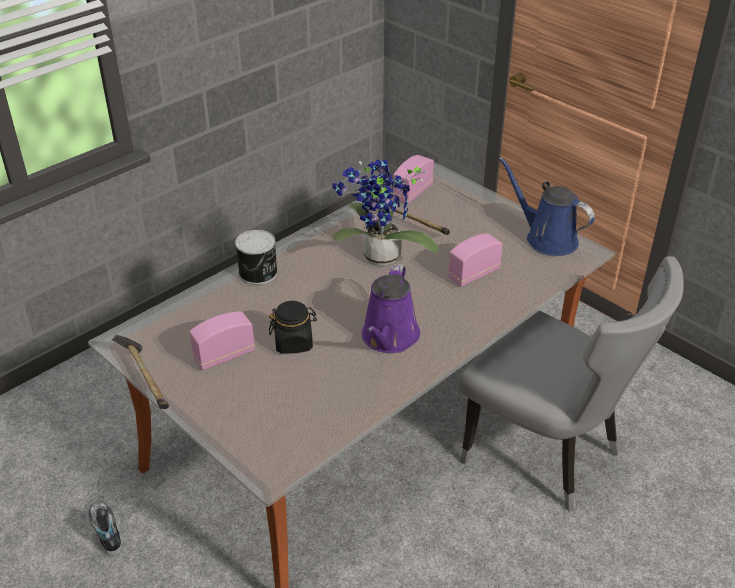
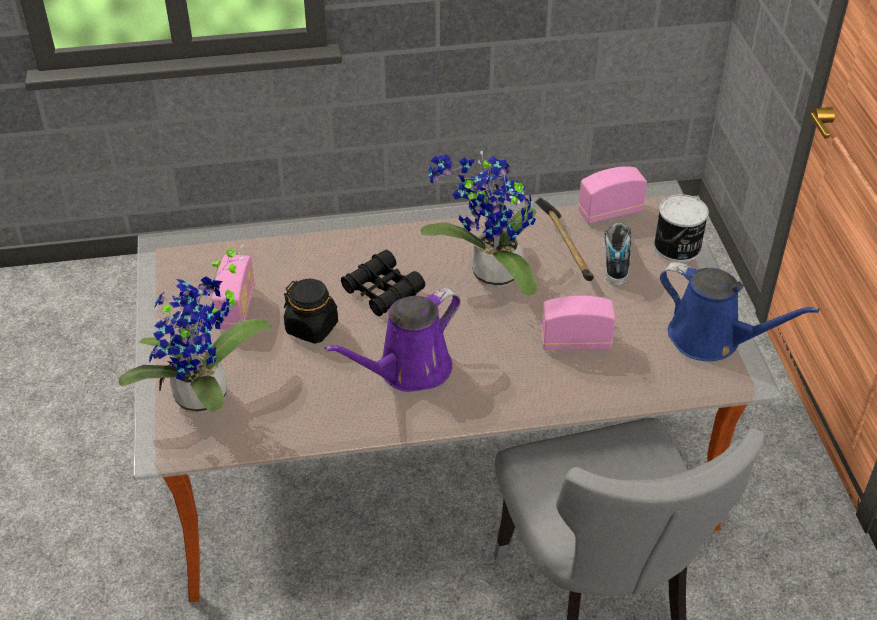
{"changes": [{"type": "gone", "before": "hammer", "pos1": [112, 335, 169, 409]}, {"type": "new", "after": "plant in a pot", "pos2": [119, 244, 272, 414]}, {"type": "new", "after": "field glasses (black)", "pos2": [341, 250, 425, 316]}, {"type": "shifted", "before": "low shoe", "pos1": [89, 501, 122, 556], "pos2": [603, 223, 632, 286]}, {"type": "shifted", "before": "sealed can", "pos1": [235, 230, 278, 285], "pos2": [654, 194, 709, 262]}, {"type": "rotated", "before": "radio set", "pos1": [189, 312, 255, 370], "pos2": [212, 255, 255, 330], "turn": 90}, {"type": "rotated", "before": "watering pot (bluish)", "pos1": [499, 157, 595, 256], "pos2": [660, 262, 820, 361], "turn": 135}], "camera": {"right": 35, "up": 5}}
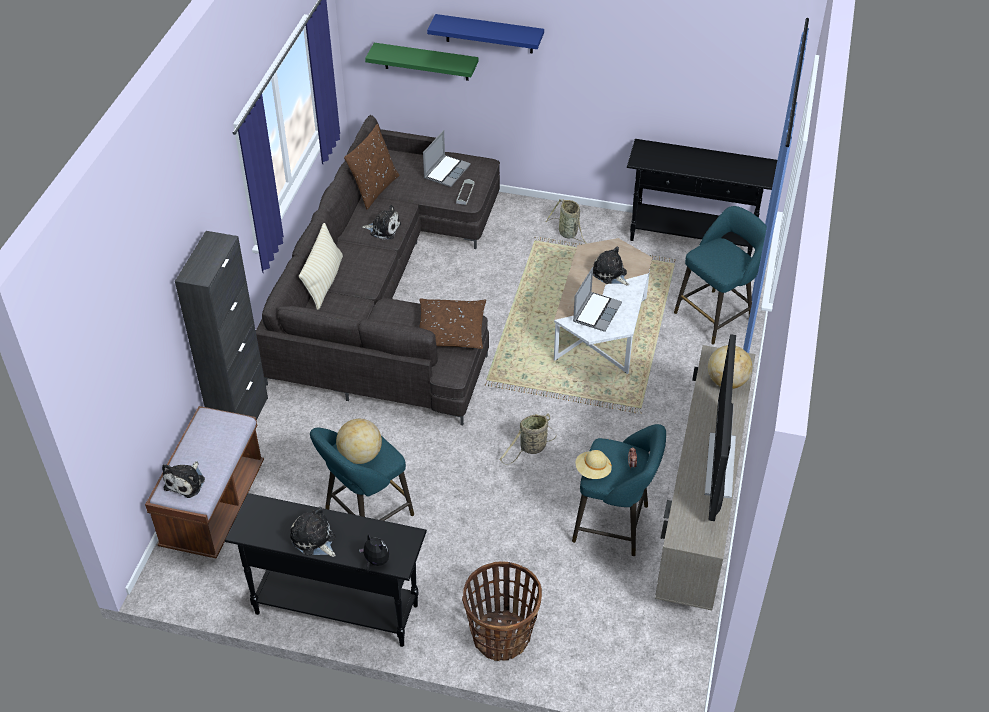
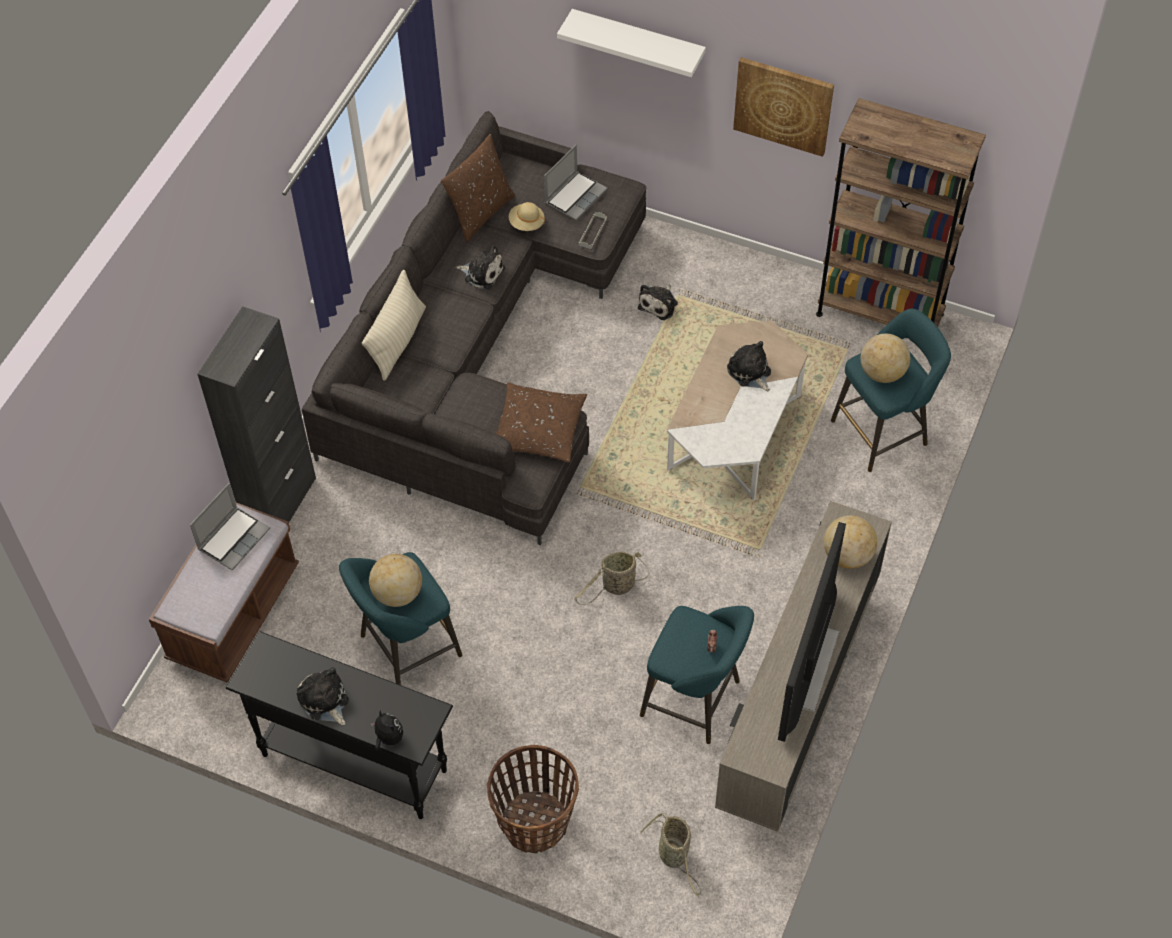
{"changes": [{"type": "gone", "before": "bracket shelf (greenish)", "pos1": [365, 43, 479, 81]}, {"type": "new", "after": "wall art", "pos2": [733, 57, 834, 157]}, {"type": "new", "after": "globe", "pos2": [861, 334, 910, 383]}, {"type": "shifted", "before": "cuddly toy", "pos1": [162, 461, 205, 498], "pos2": [638, 284, 678, 320]}, {"type": "shifted", "before": "storage basket", "pos1": [545, 199, 587, 244], "pos2": [640, 813, 701, 896]}, {"type": "shifted", "before": "laptop", "pos1": [573, 267, 622, 332], "pos2": [190, 483, 270, 571]}, {"type": "shifted", "before": "wearable hat (sand-coloured)", "pos1": [576, 450, 612, 479], "pos2": [509, 202, 545, 231]}, {"type": "swapped", "before": "console table (black)", "after": "bookshelf (brown-coloured)", "pos1": [627, 139, 777, 256], "pos2": [816, 98, 986, 327]}, {"type": "repainted", "before": "bracket shelf (bluish)", "after": "bracket shelf (white)", "pos1": [427, 14, 544, 54], "pos2": [557, 9, 706, 77]}], "camera": {"right": 10, "up": 10}}
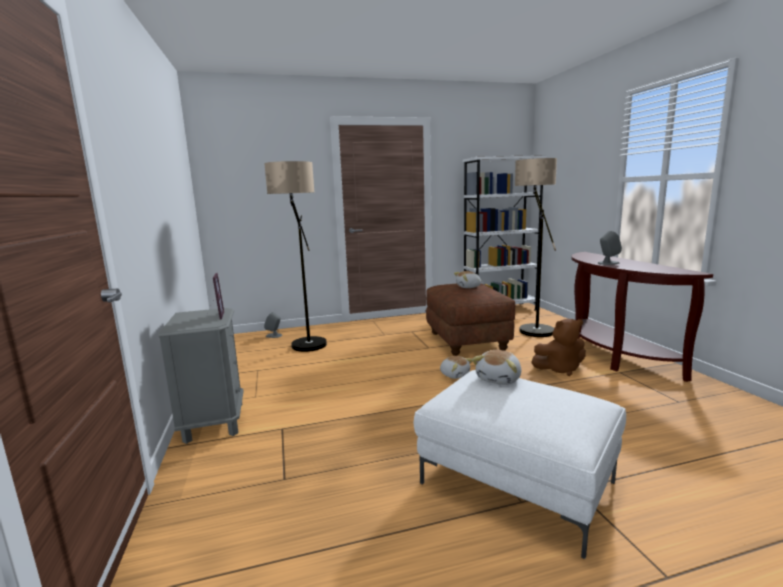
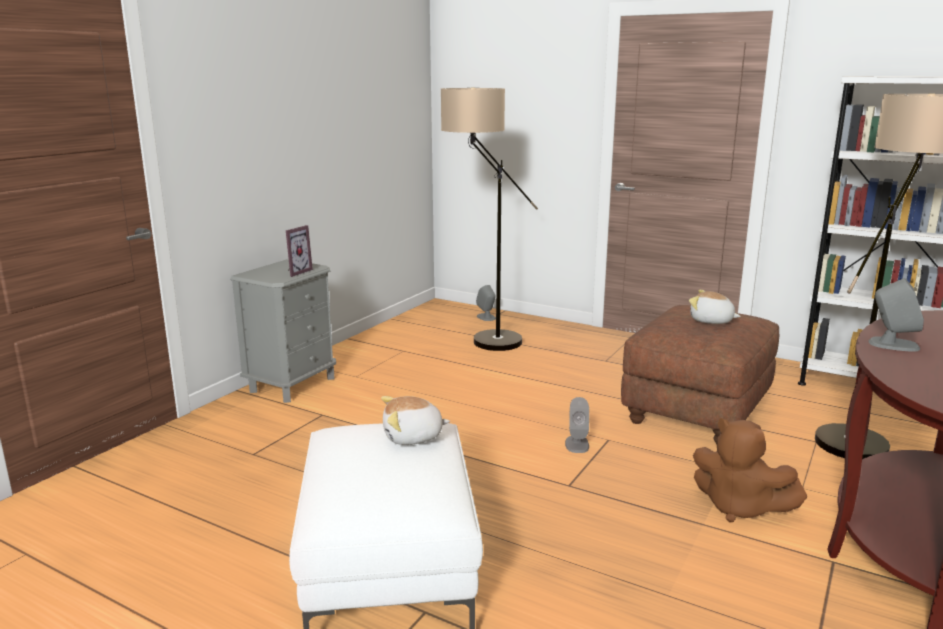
{"changes": [{"type": "swapped", "before": "cuddly toy", "after": "loudspeaker (grey)", "pos1": [440, 356, 473, 379], "pos2": [565, 397, 589, 453]}], "camera": {"right": 45, "up": 5}}
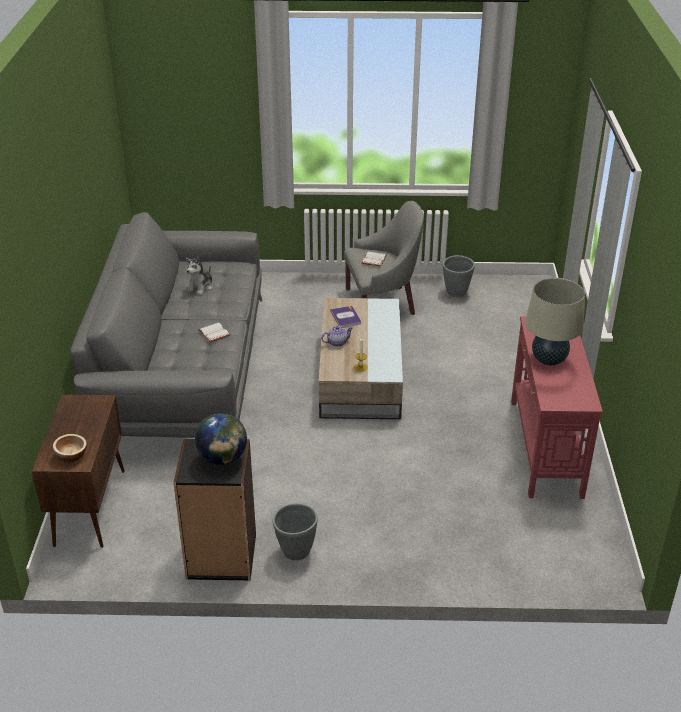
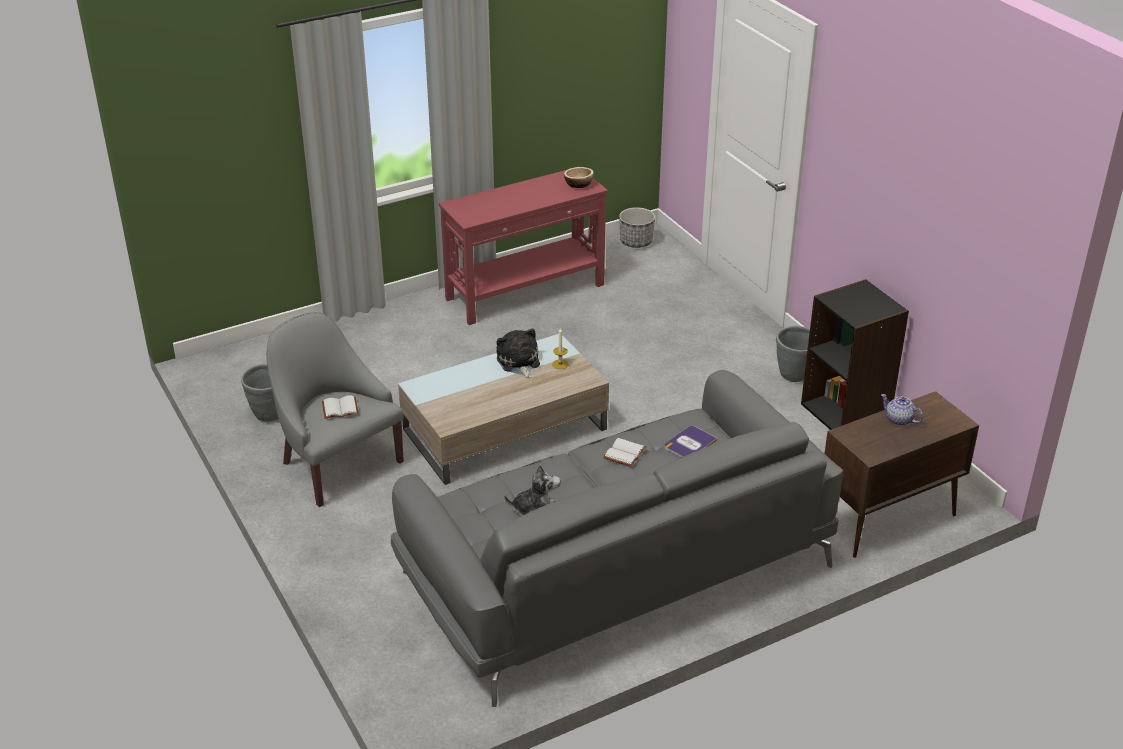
{"changes": [{"type": "gone", "before": "globe", "pos1": [195, 413, 247, 465]}, {"type": "gone", "before": "table lamp (sand-coloured)", "pos1": [525, 278, 585, 365]}, {"type": "new", "after": "cuddly toy", "pos2": [496, 328, 540, 379]}, {"type": "new", "after": "planter", "pos2": [619, 207, 655, 248]}, {"type": "shifted", "before": "deep dish", "pos1": [53, 434, 87, 462], "pos2": [564, 167, 594, 188]}, {"type": "shifted", "before": "tea pot", "pos1": [322, 326, 353, 347], "pos2": [881, 394, 923, 426]}, {"type": "shifted", "before": "volume", "pos1": [330, 306, 361, 327], "pos2": [664, 426, 717, 458]}], "camera": {"right": -120, "up": 0}}
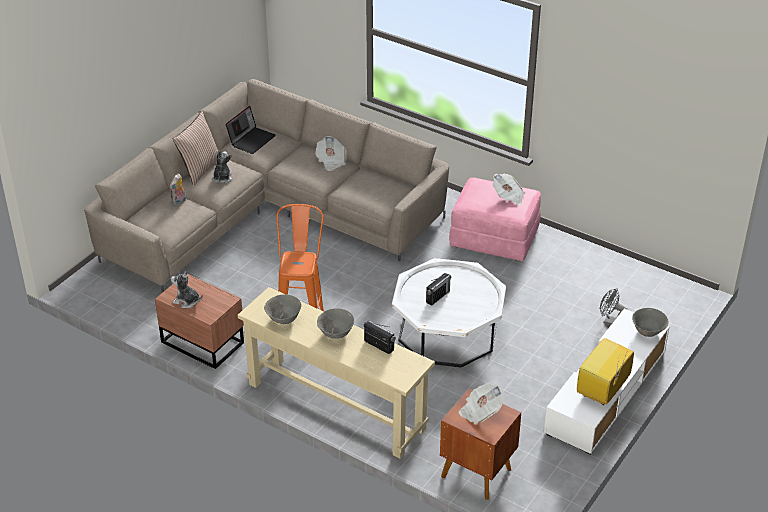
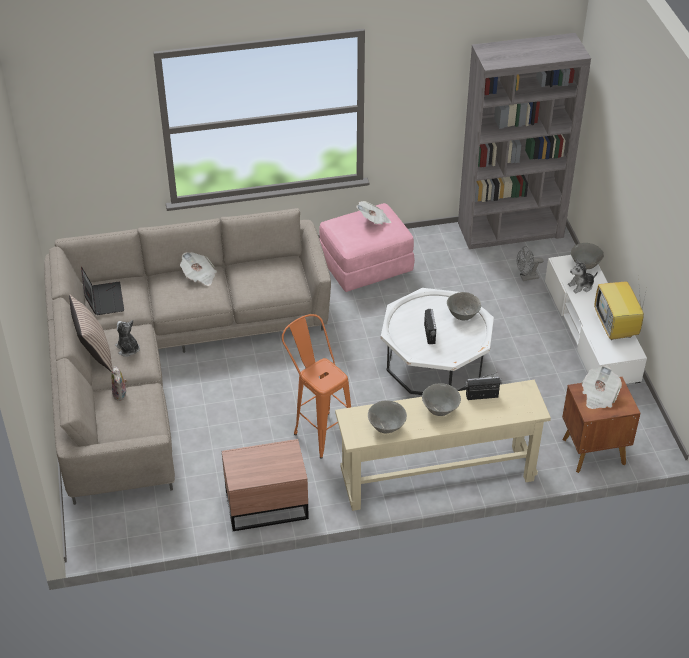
{"changes": [{"type": "new", "after": "deep dish (grey)", "pos2": [447, 292, 481, 320]}, {"type": "new", "after": "bookshelf (grey)", "pos2": [458, 33, 591, 249]}, {"type": "shifted", "before": "cuddly toy", "pos1": [171, 270, 203, 308], "pos2": [568, 259, 598, 293]}], "camera": {"right": -45, "up": 5}}
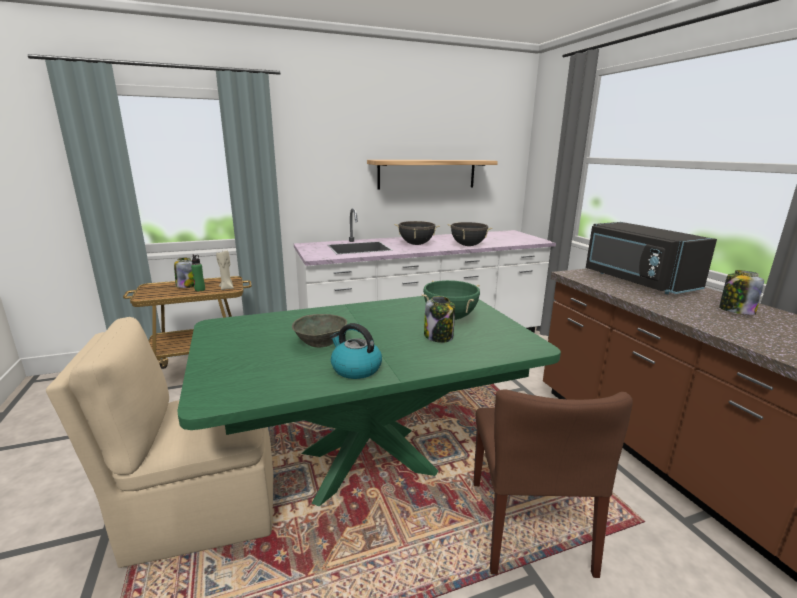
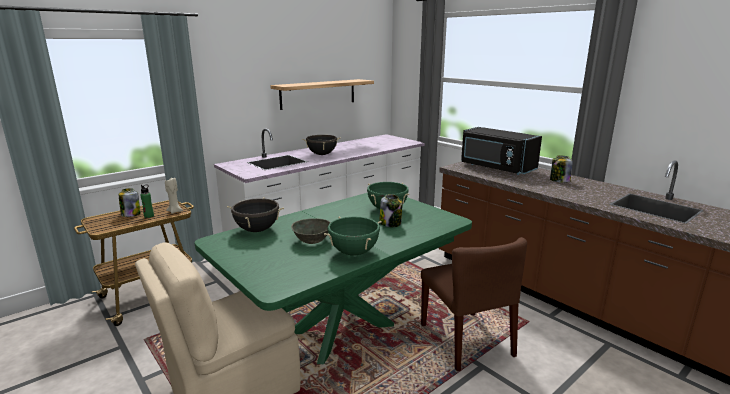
{"changes": [{"type": "shifted", "before": "cooking pot (black)", "pos1": [447, 222, 492, 246], "pos2": [227, 197, 284, 232]}, {"type": "swapped", "before": "water kettle", "after": "cooking pot (greenish)", "pos1": [330, 323, 382, 379], "pos2": [324, 217, 382, 256]}], "camera": {"right": -20, "up": 0}}
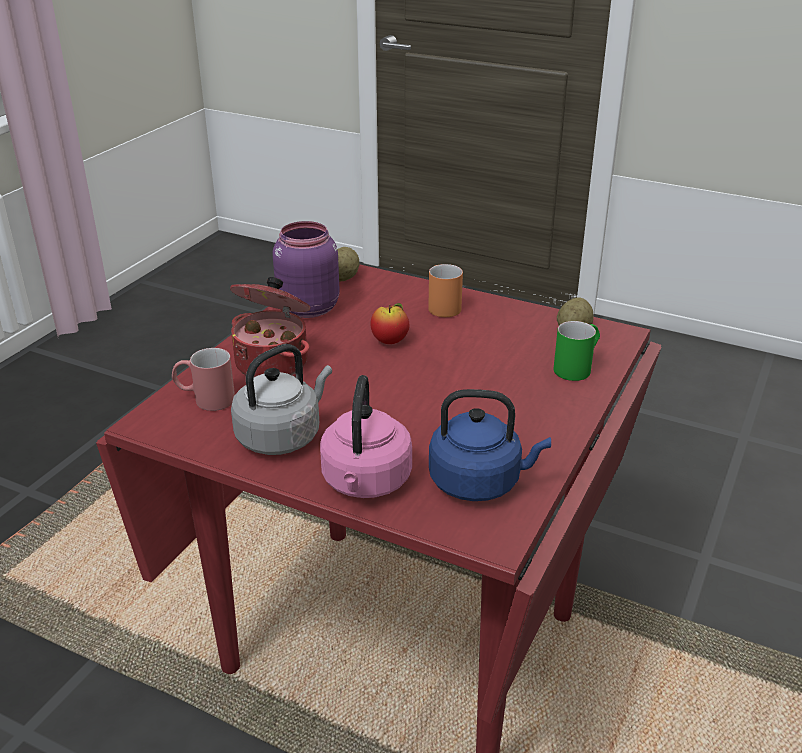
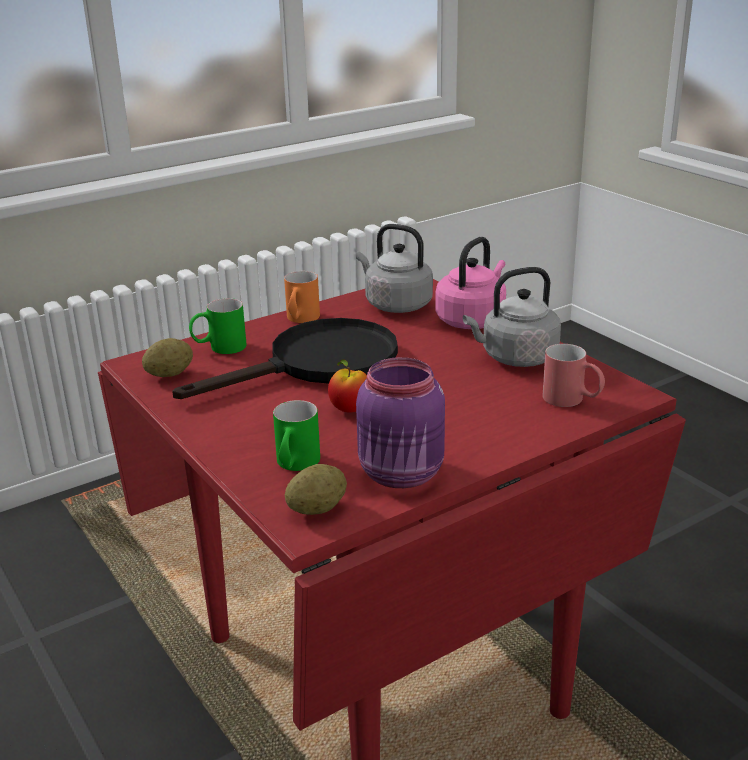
{"changes": [{"type": "gone", "before": "cooking pot", "pos1": [230, 277, 311, 377]}, {"type": "new", "after": "frying pan (black)", "pos2": [172, 318, 398, 399]}, {"type": "new", "after": "tea mug (greenish)", "pos2": [273, 400, 320, 471]}, {"type": "shifted", "before": "tea mug (orange)", "pos1": [428, 264, 463, 317], "pos2": [284, 271, 320, 323]}, {"type": "repainted", "before": "water kettle (bluish)", "after": "water kettle (grey)", "pos1": [429, 389, 551, 501], "pos2": [356, 224, 433, 313]}], "camera": {"right": -150, "up": -5}}
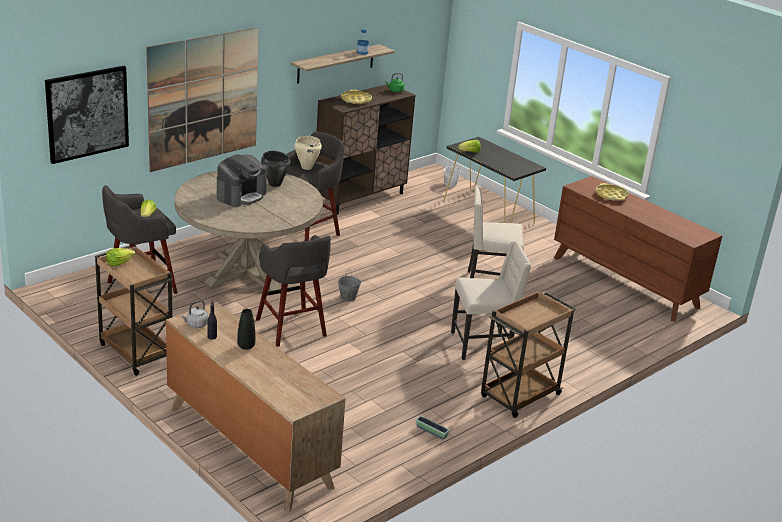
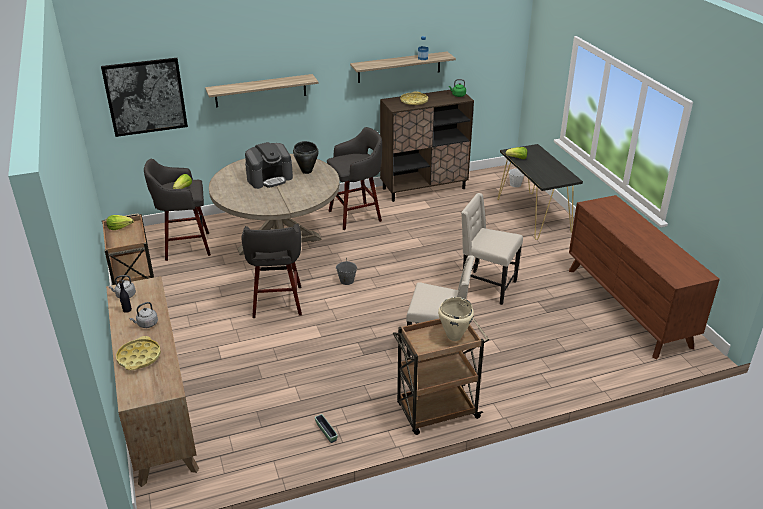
{"changes": [{"type": "shifted", "before": "cooking pot (sand-coloured)", "pos1": [295, 136, 322, 170], "pos2": [438, 297, 474, 341]}, {"type": "shifted", "before": "serving tray (yellow-coloured)", "pos1": [596, 183, 629, 201], "pos2": [116, 336, 161, 370]}, {"type": "swapped", "before": "wall art", "after": "bracket shelf", "pos1": [146, 28, 259, 172], "pos2": [205, 74, 319, 107]}, {"type": "swapped", "before": "flower vase (black)", "after": "water kettle (grey)", "pos1": [237, 309, 255, 350], "pos2": [129, 302, 158, 328]}], "camera": {"right": 25, "up": 5}}
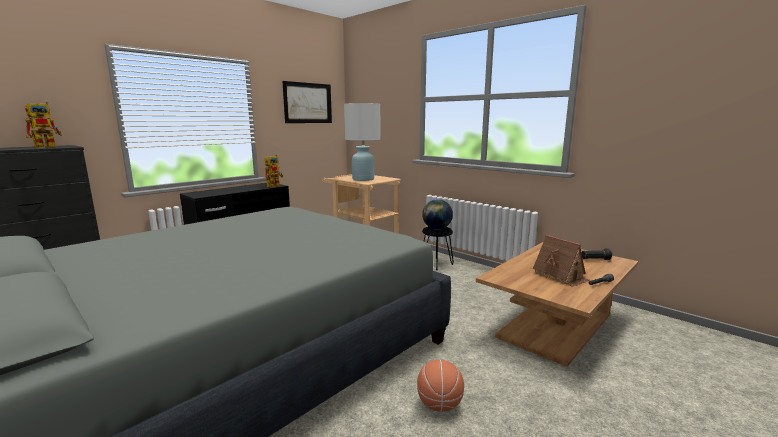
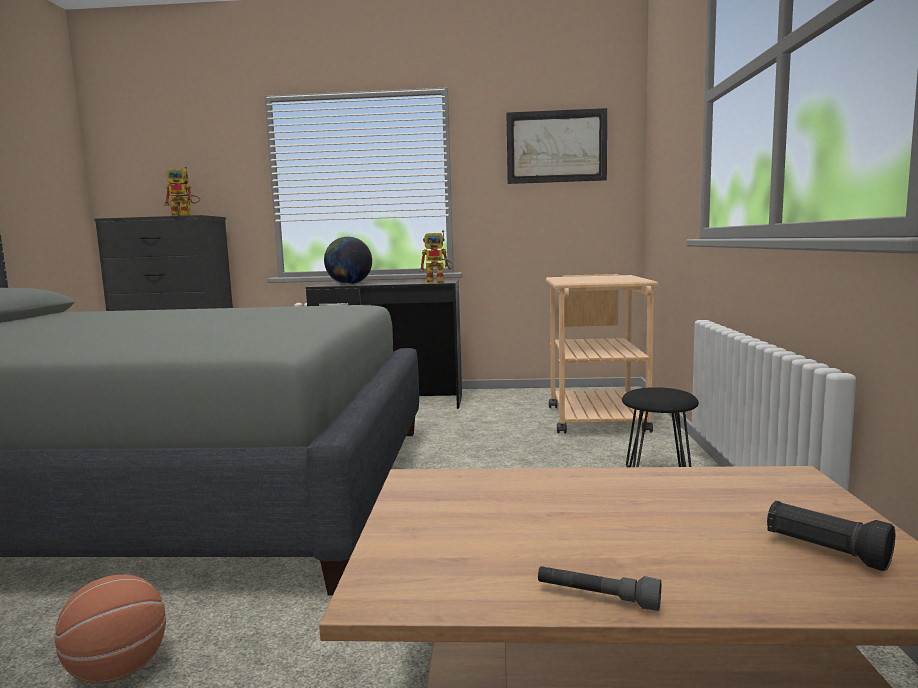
{"changes": [{"type": "gone", "before": "table lamp (white)", "pos1": [344, 103, 381, 181]}, {"type": "gone", "before": "toy house", "pos1": [533, 235, 590, 287]}, {"type": "shifted", "before": "globe", "pos1": [422, 199, 453, 229], "pos2": [324, 237, 372, 284]}], "camera": {"right": 50, "up": -5}}
